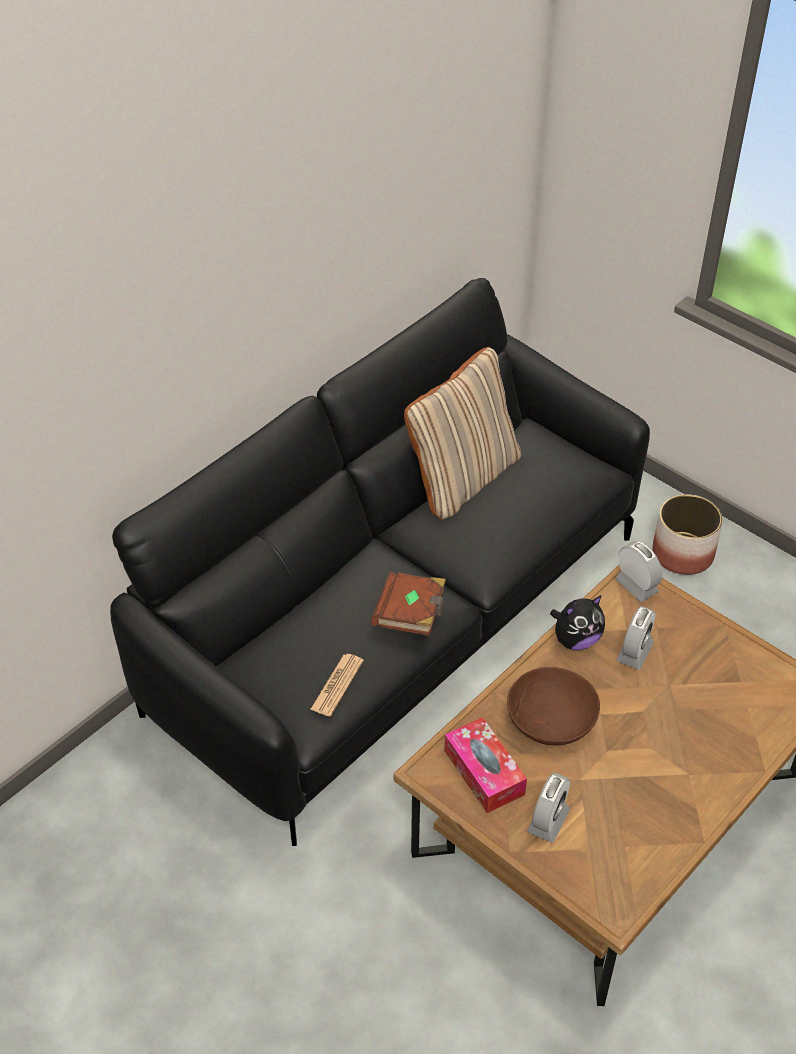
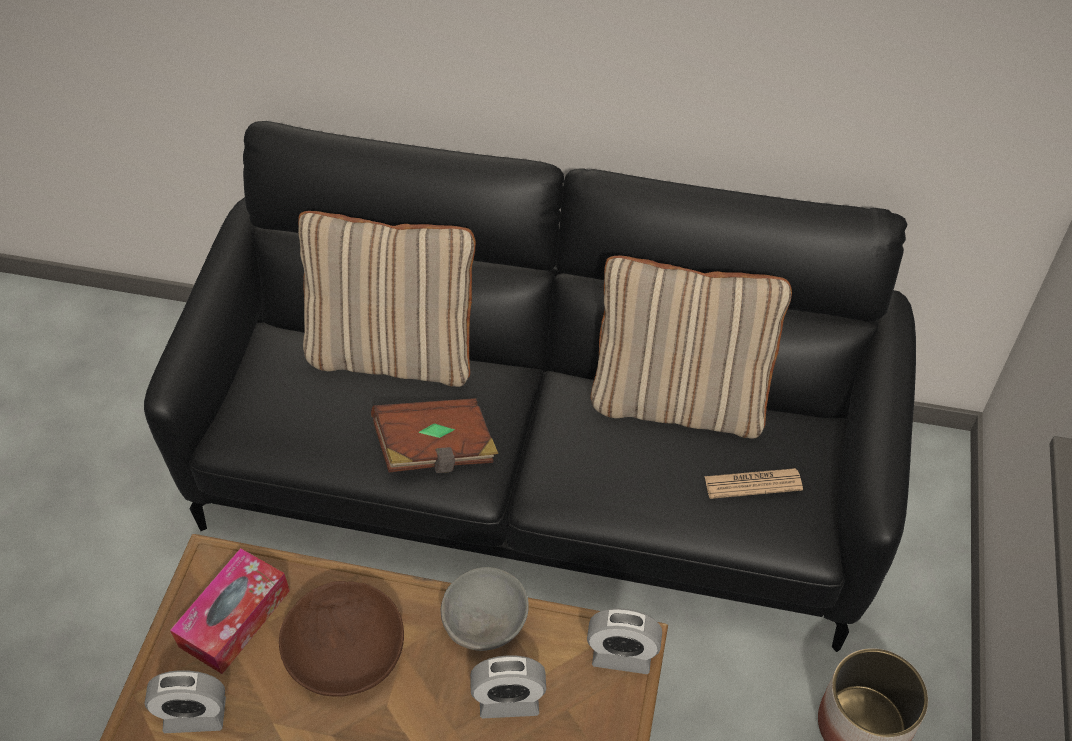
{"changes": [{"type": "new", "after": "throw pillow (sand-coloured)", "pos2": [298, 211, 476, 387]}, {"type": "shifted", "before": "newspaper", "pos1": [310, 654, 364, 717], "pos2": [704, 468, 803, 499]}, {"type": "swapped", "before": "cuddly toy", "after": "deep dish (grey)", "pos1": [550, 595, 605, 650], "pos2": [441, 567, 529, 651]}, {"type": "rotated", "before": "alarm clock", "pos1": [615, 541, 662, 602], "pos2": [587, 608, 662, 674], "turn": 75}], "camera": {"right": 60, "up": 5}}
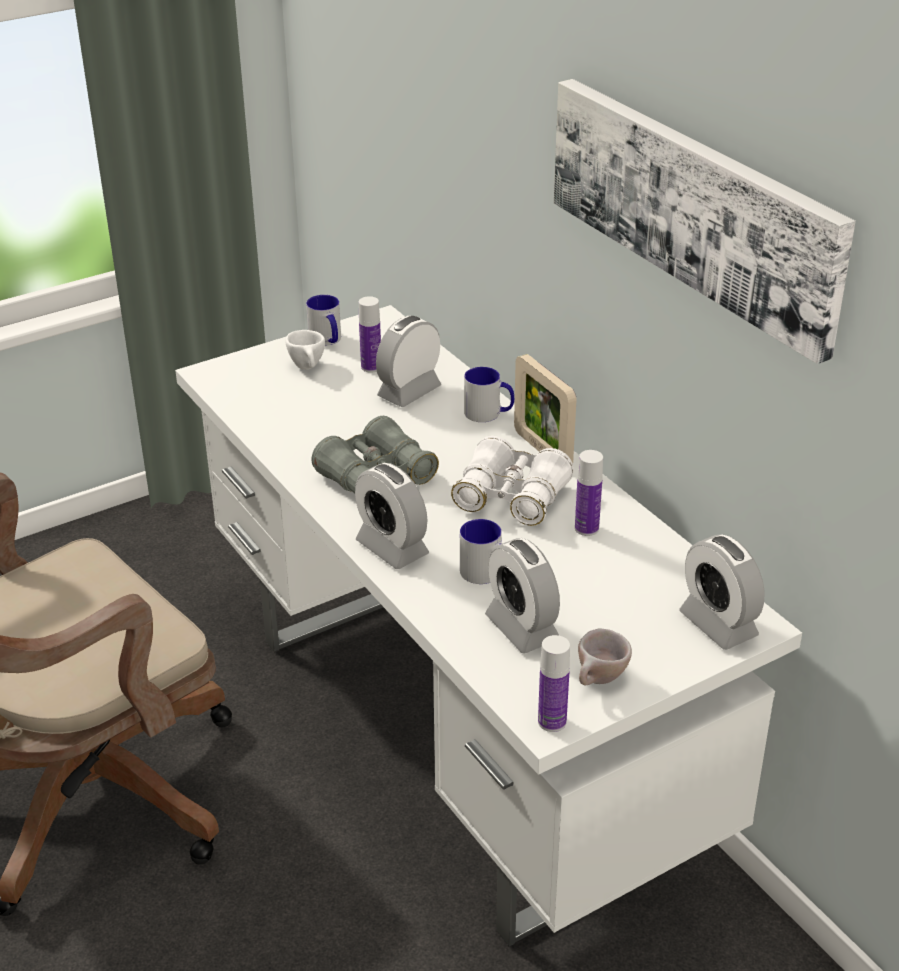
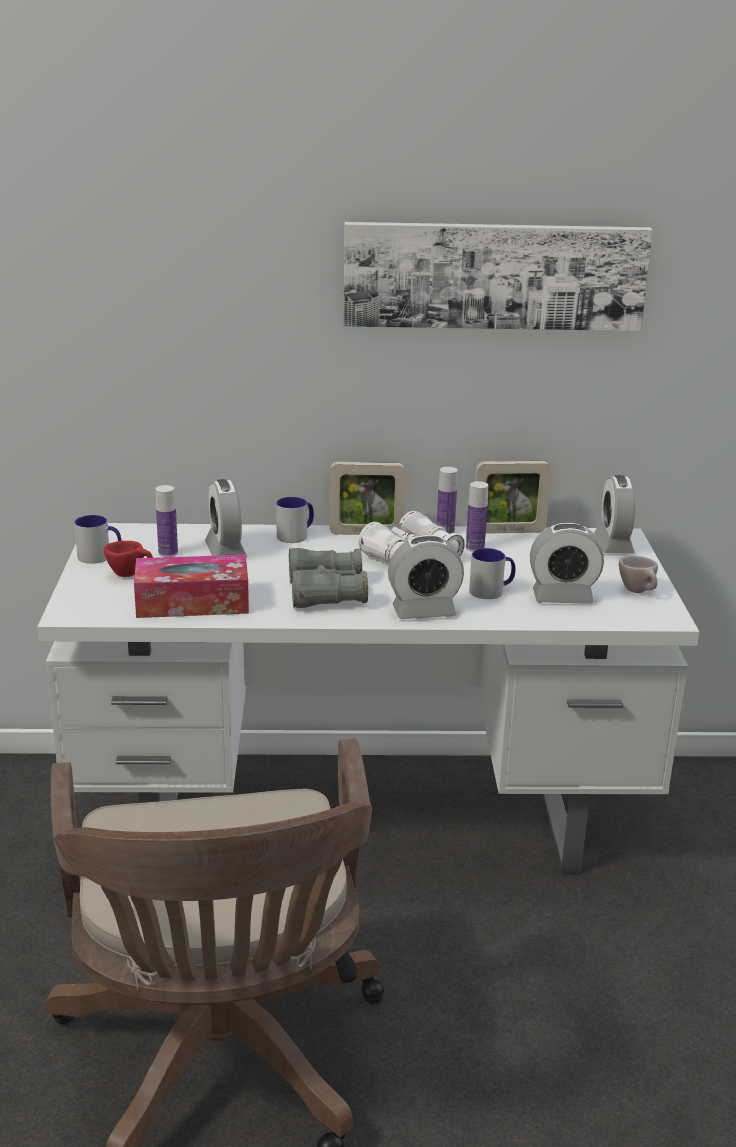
{"changes": [{"type": "new", "after": "tissue box", "pos2": [134, 555, 249, 618]}, {"type": "new", "after": "picture frame", "pos2": [475, 461, 551, 534]}, {"type": "shifted", "before": "drink bottle", "pos1": [538, 635, 570, 732], "pos2": [437, 467, 458, 534]}, {"type": "repainted", "before": "small cup (white)", "after": "small cup (reddish)", "pos1": [285, 330, 325, 370], "pos2": [104, 541, 153, 577]}, {"type": "rotated", "before": "alarm clock", "pos1": [679, 534, 765, 650], "pos2": [594, 475, 635, 554], "turn": 90}], "camera": {"right": -60, "up": -10}}
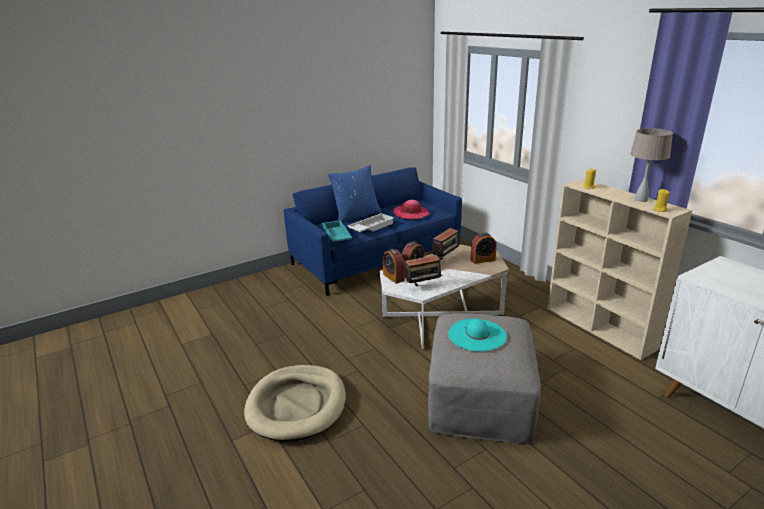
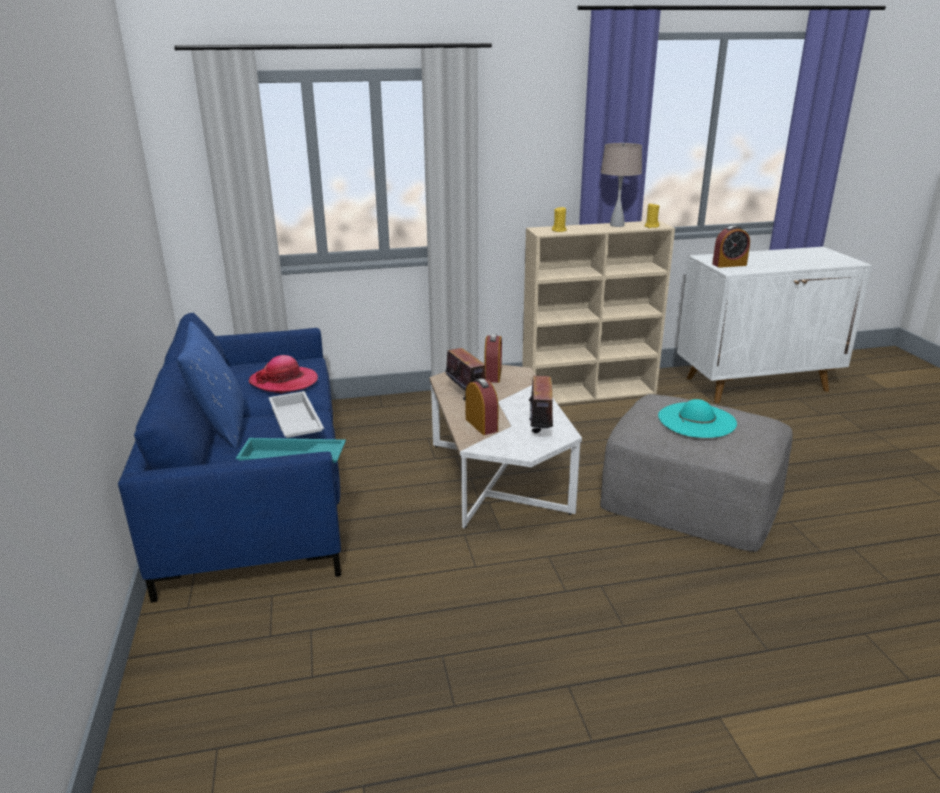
{"changes": [{"type": "gone", "before": "pet bed (sand-coloured)", "pos1": [244, 365, 346, 442]}, {"type": "shifted", "before": "alarm clock", "pos1": [383, 249, 405, 284], "pos2": [712, 226, 750, 268]}], "camera": {"right": -70, "up": 0}}
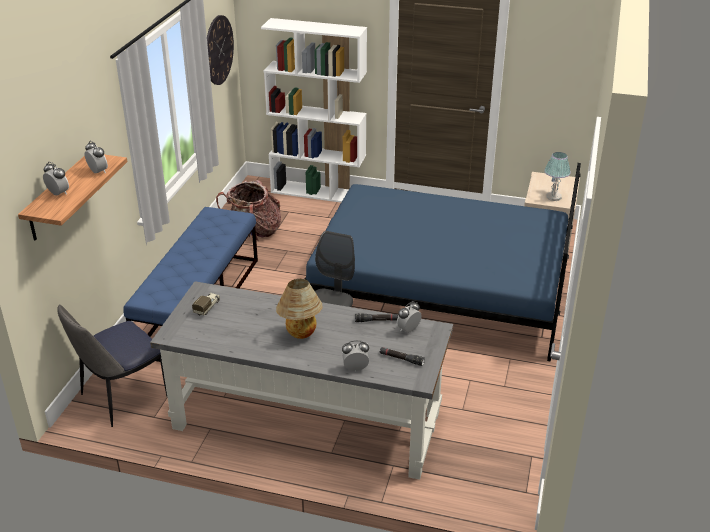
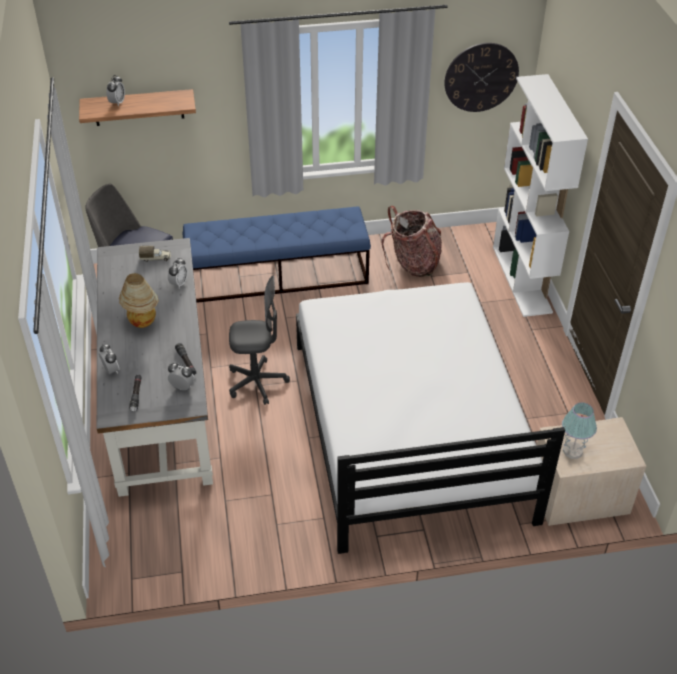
{"changes": [{"type": "shifted", "before": "alarm clock", "pos1": [84, 141, 108, 173], "pos2": [168, 258, 188, 288]}, {"type": "repainted", "before": "sleeping bed (bluish)", "after": "sleeping bed (white)", "pos1": [305, 163, 581, 362], "pos2": [296, 282, 565, 554]}], "camera": {"right": 65, "up": 10}}
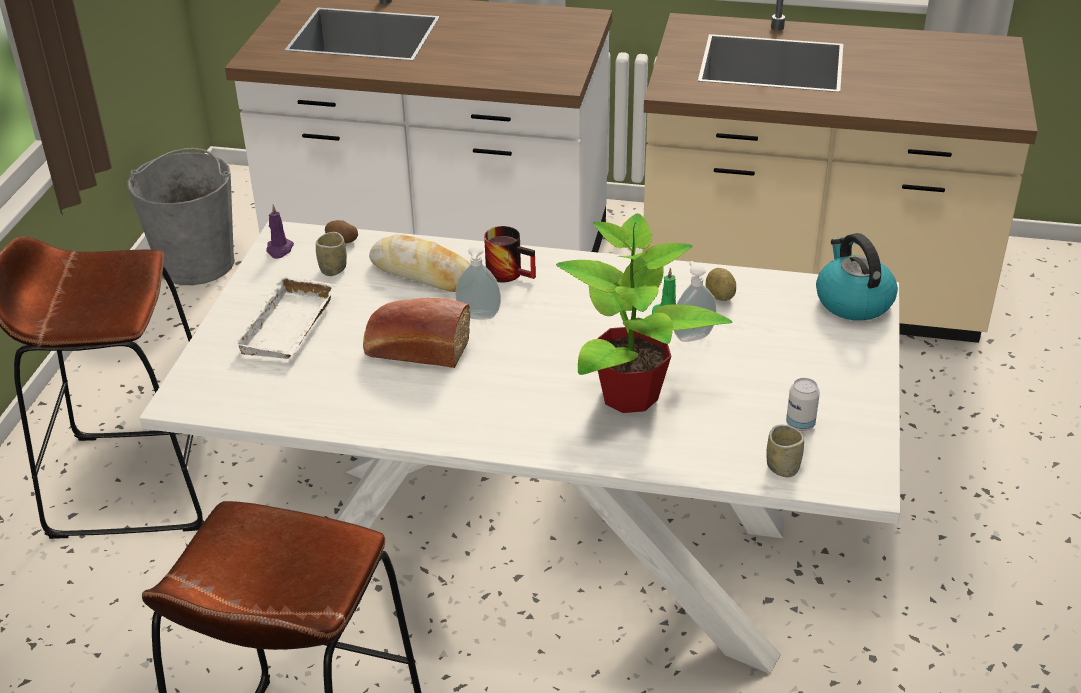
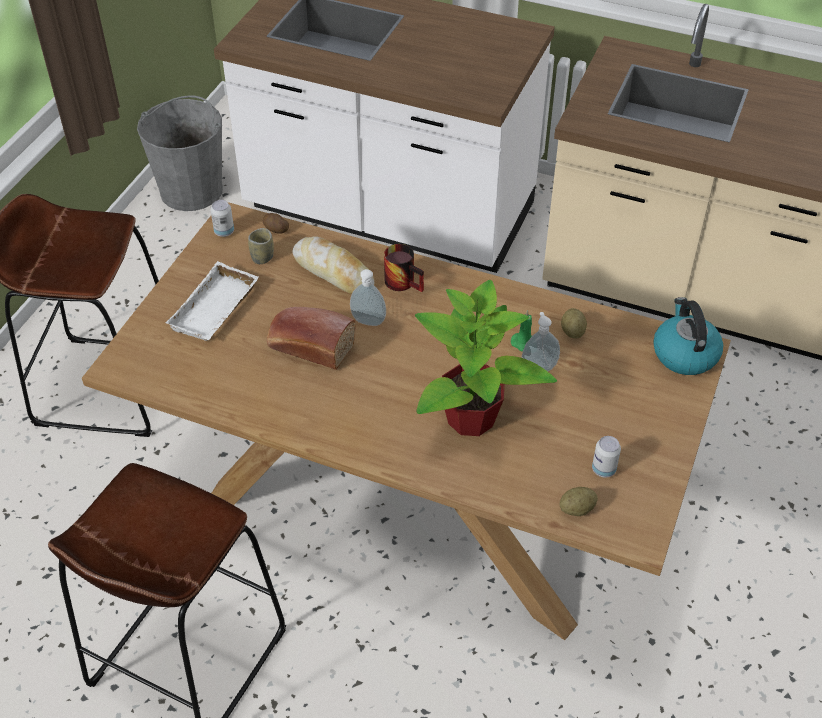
{"changes": [{"type": "swapped", "before": "wax candle (purple)", "after": "sealed can", "pos1": [266, 205, 294, 259], "pos2": [211, 200, 234, 237]}, {"type": "swapped", "before": "small cup", "after": "spud", "pos1": [767, 425, 804, 477], "pos2": [560, 487, 598, 516]}, {"type": "repainted", "before": "kitchen table (white)", "after": "kitchen table (brown-coloured)", "pos1": [140, 221, 900, 674], "pos2": [82, 202, 731, 640]}], "camera": {"right": 10, "up": 10}}
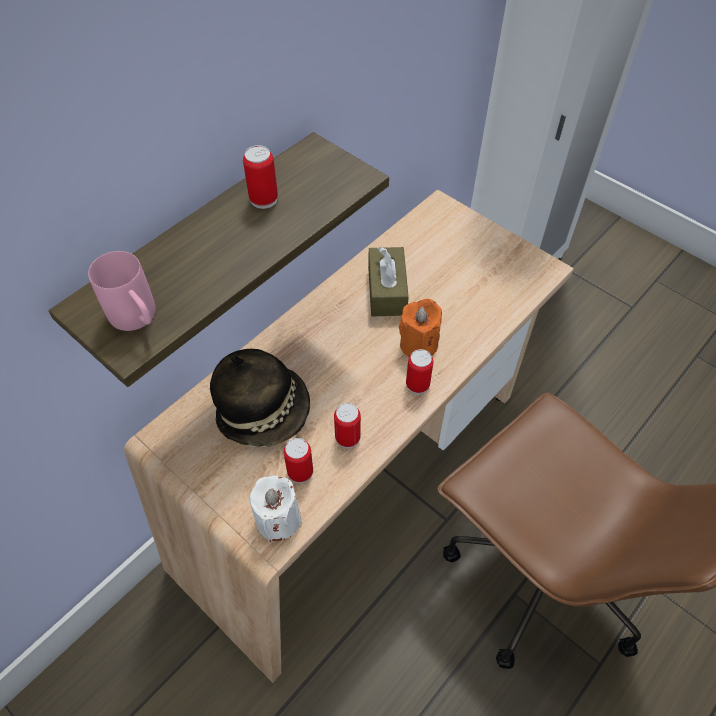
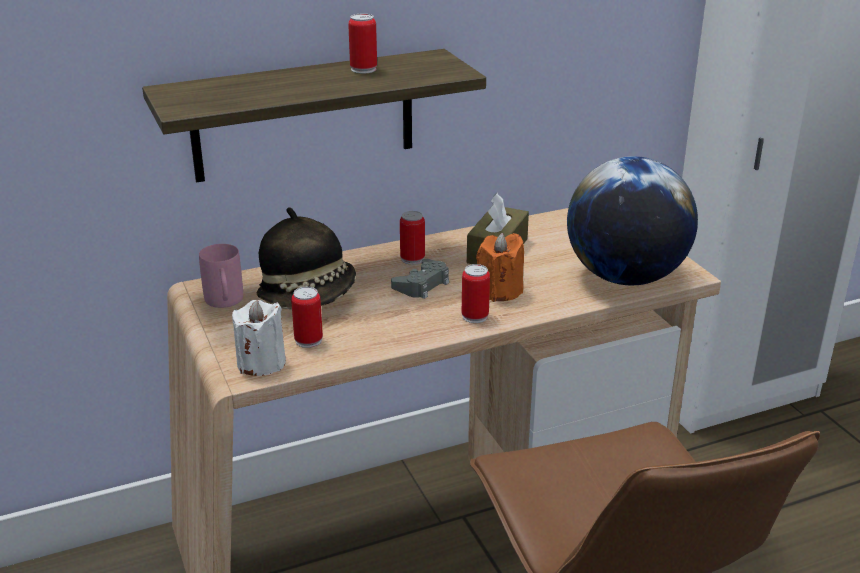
{"changes": [{"type": "new", "after": "gamepad (grey)", "pos2": [391, 259, 449, 299]}, {"type": "new", "after": "globe", "pos2": [567, 156, 698, 286]}, {"type": "shifted", "before": "tea mug (pink)", "pos1": [88, 251, 156, 331], "pos2": [199, 244, 243, 308]}, {"type": "shifted", "before": "sealed can", "pos1": [334, 403, 361, 448], "pos2": [400, 211, 425, 265]}], "camera": {"right": 25, "up": -25}}
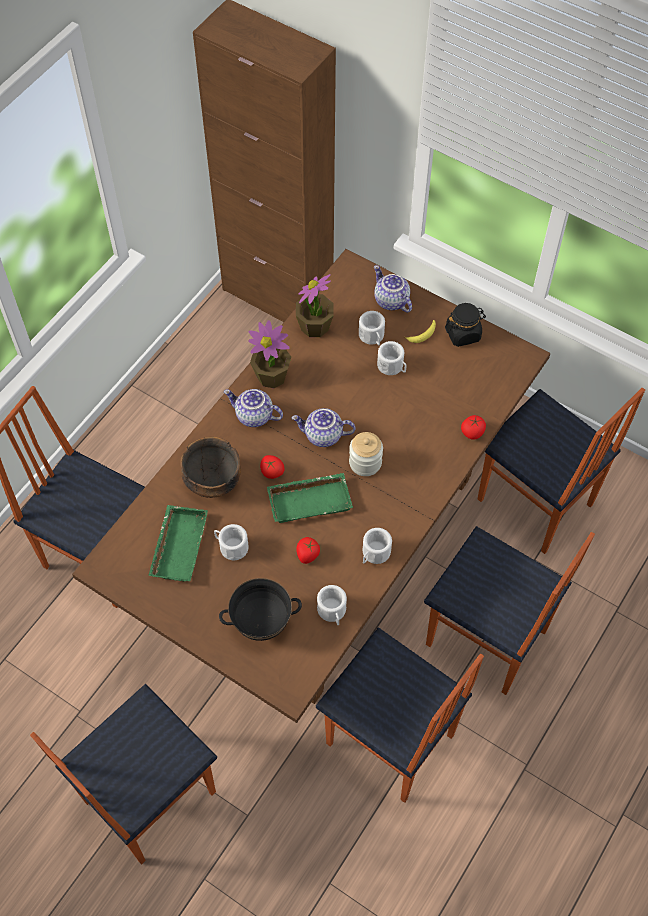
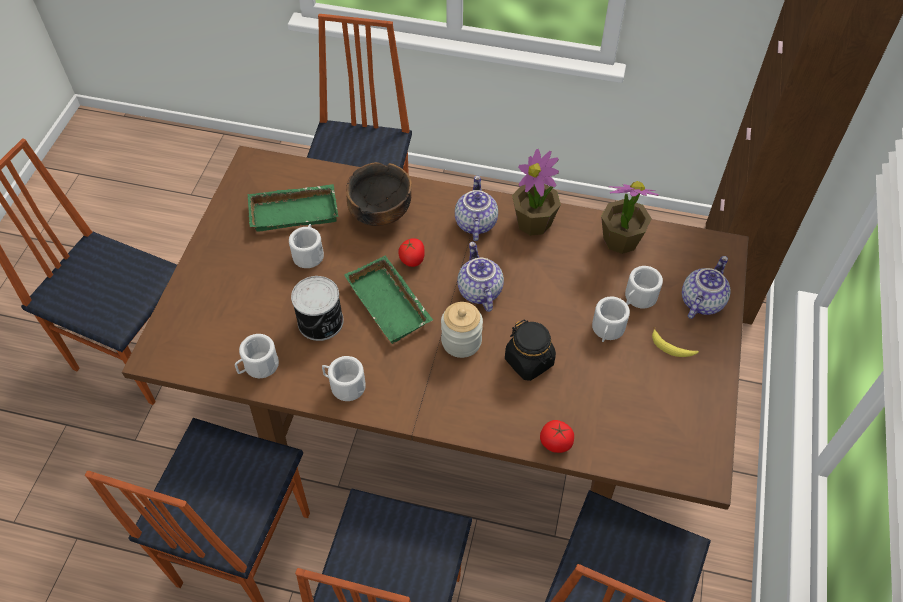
{"changes": [{"type": "gone", "before": "deep dish (black)", "pos1": [219, 578, 302, 641]}, {"type": "shifted", "before": "storage jar (black)", "pos1": [445, 303, 486, 347], "pos2": [505, 320, 556, 381]}, {"type": "swapped", "before": "whole tomato", "after": "sealed can", "pos1": [296, 537, 320, 564], "pos2": [291, 276, 344, 341]}], "camera": {"right": 70, "up": -5}}
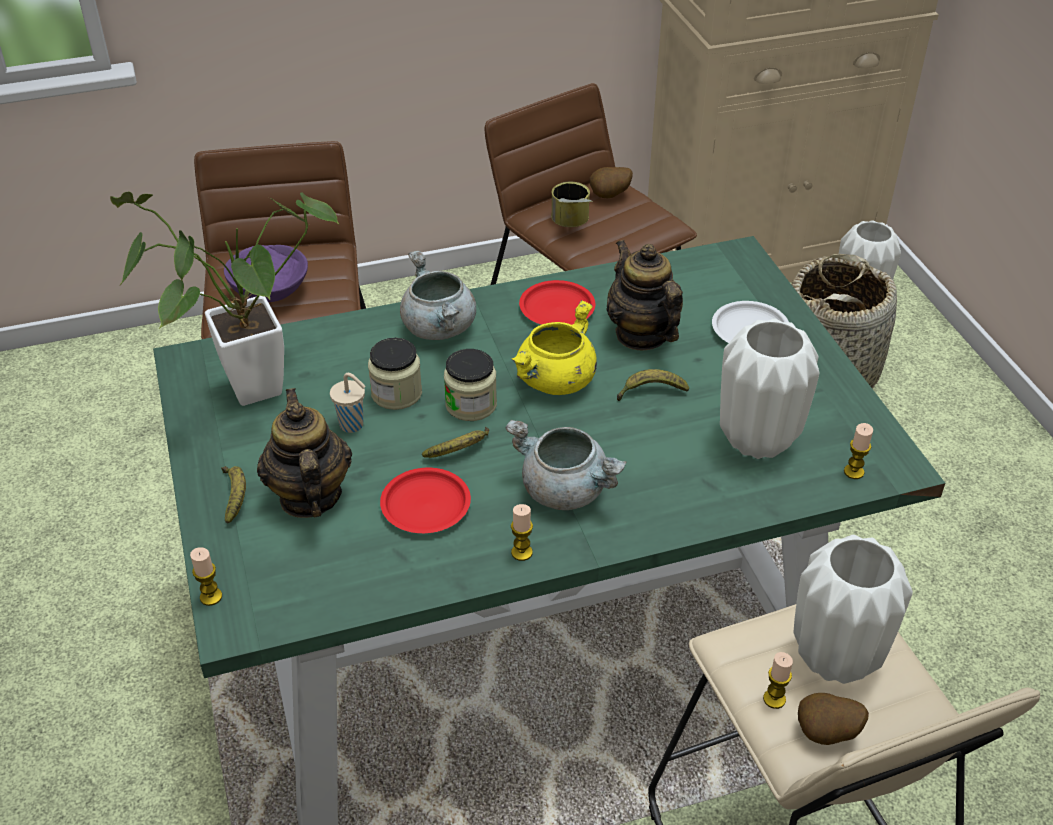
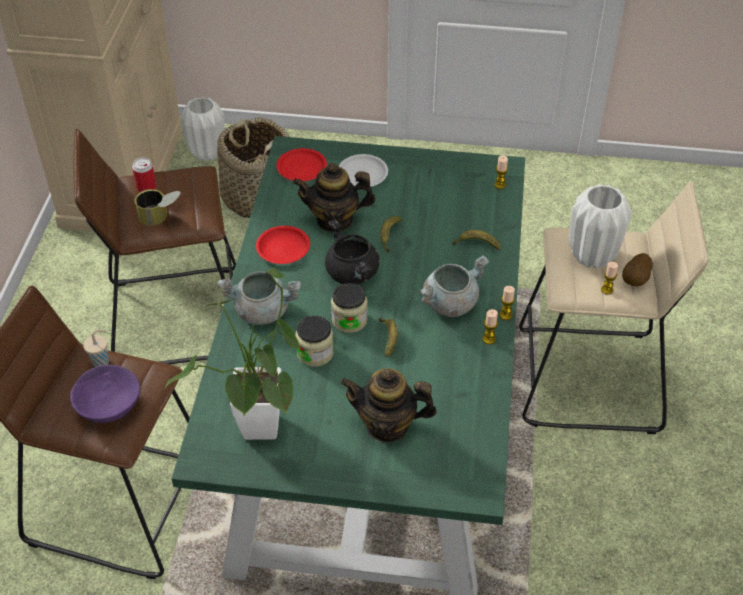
{"changes": [{"type": "gone", "before": "flower vase (white)", "pos1": [720, 318, 820, 459]}, {"type": "shifted", "before": "wax candle", "pos1": [190, 547, 222, 606], "pos2": [499, 286, 515, 320]}, {"type": "shifted", "before": "whole banana", "pos1": [221, 466, 246, 524], "pos2": [452, 230, 501, 250]}, {"type": "shifted", "before": "small cup (sand-coloured)", "pos1": [330, 373, 366, 433], "pos2": [83, 330, 109, 368]}, {"type": "shifted", "before": "plate (reddish)", "pos1": [380, 468, 471, 533], "pos2": [276, 148, 327, 181]}, {"type": "swapped", "before": "spud", "after": "sealed can", "pos1": [590, 167, 633, 198], "pos2": [132, 158, 157, 192]}, {"type": "repainted", "before": "cooking pot (yellow-coloured)", "after": "cooking pot (black)", "pos1": [512, 300, 597, 395], "pos2": [325, 219, 380, 284]}], "camera": {"right": -65, "up": 5}}
